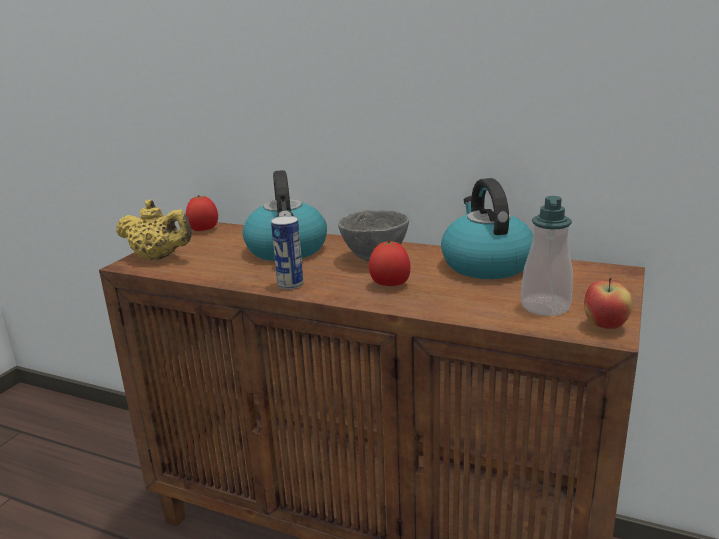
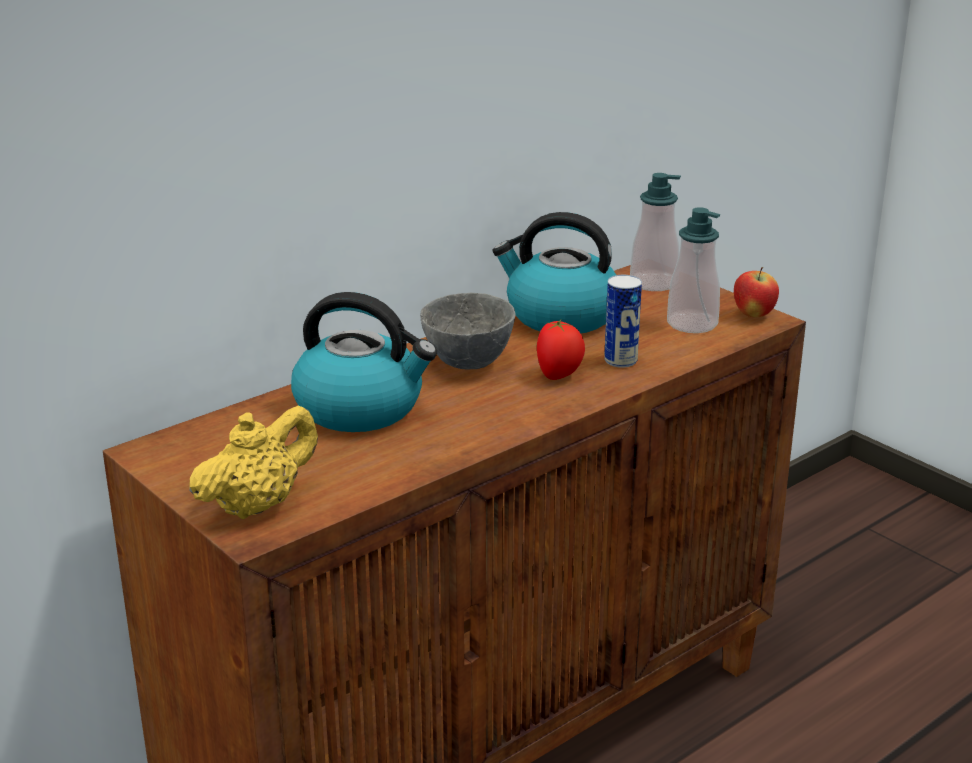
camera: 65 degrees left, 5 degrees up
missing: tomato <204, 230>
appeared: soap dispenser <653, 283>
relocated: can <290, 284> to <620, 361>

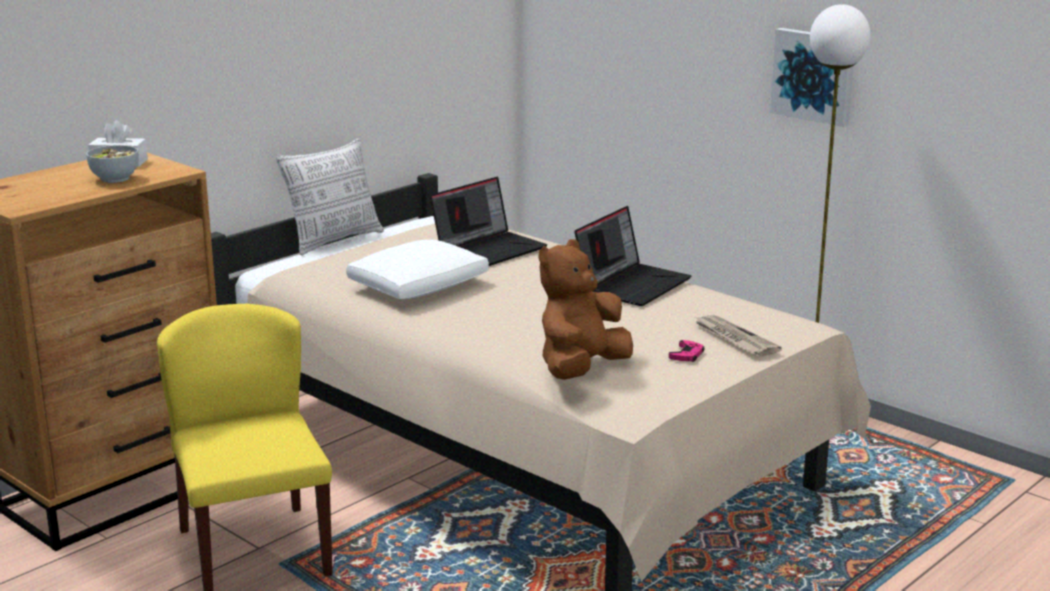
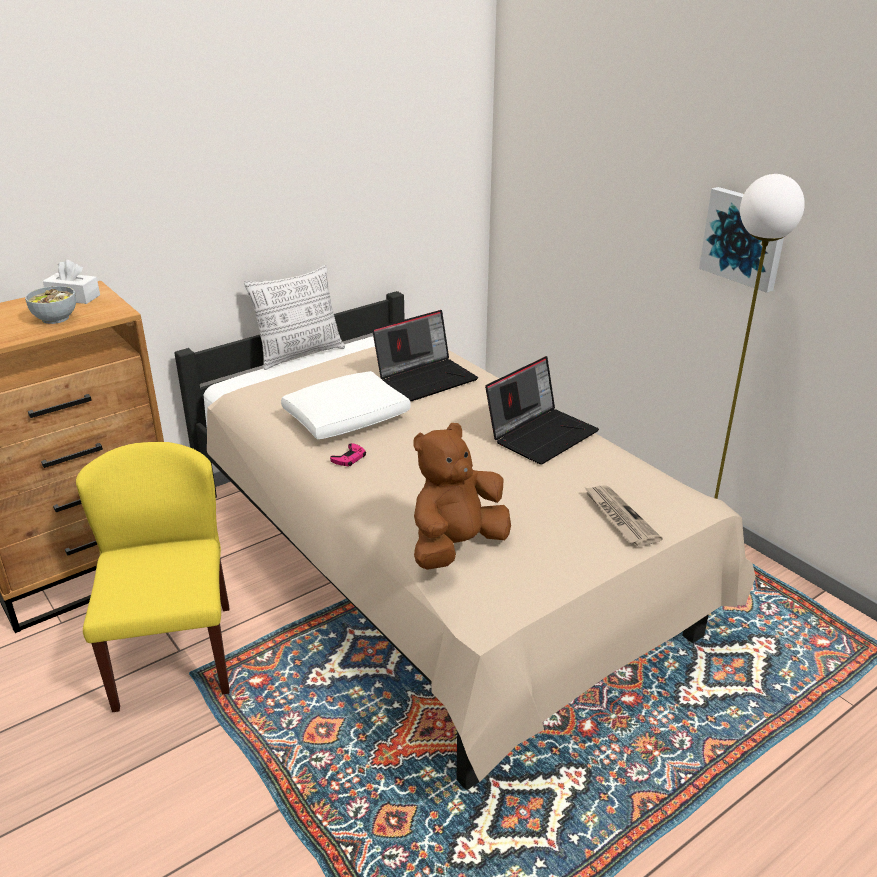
camera: 10 degrees right, 10 degrees up
relocated: game controller (pink) <687, 355> to <349, 458>

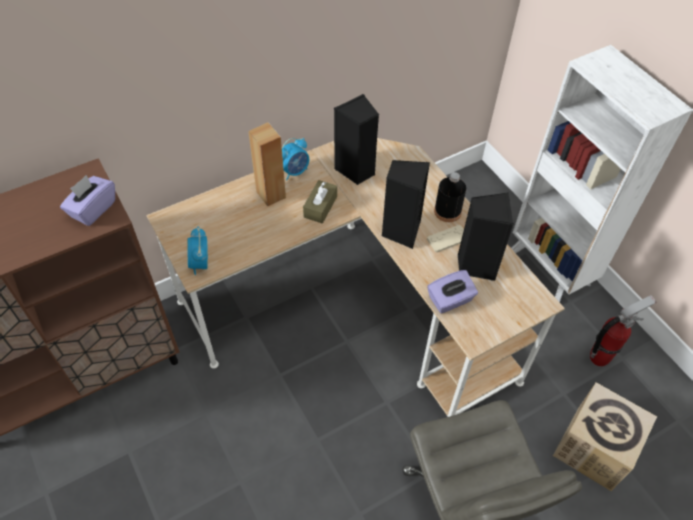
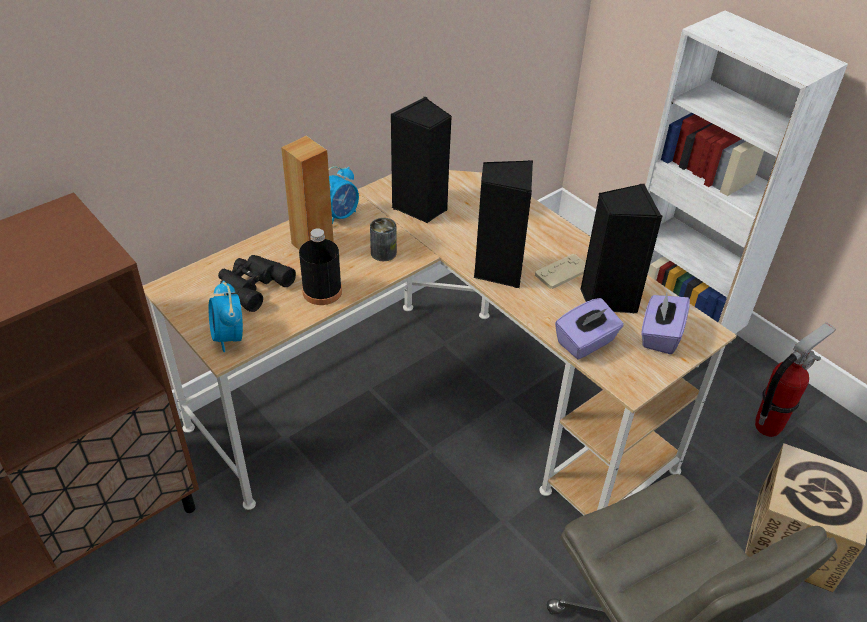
camera: 10 degrees left, 10 degrees down
appeared: binoculars (black) <251, 285>
relocated: bottle (black) <447, 211> to <322, 291>; tissue box (purple) <93, 209> to <660, 335>
exchanged: tissue box (brown) <320, 207> to can <383, 253>

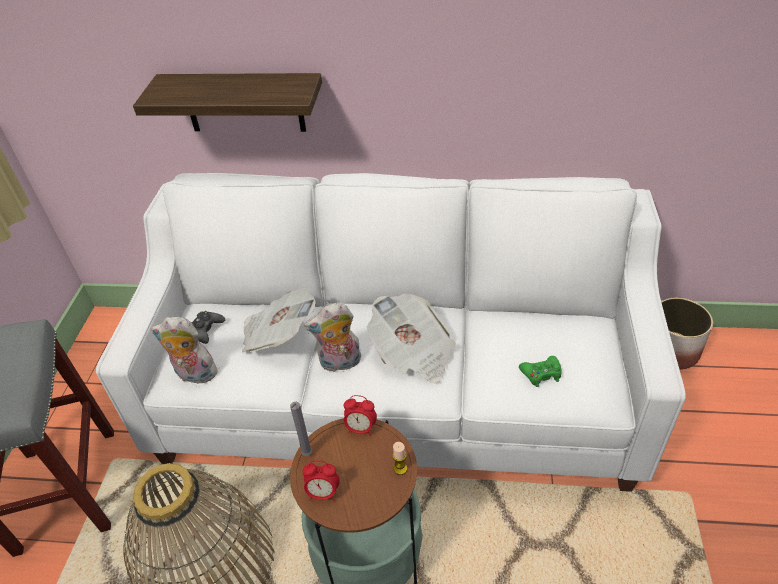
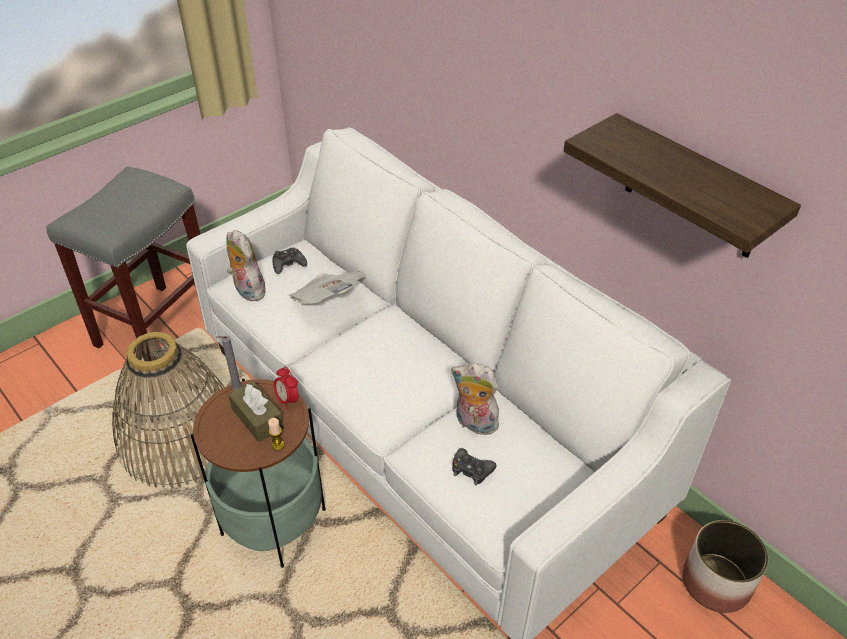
camera: 40 degrees right, 0 degrees up
missing: newspaper <413, 353>; alarm clock <323, 493>
appeared: tissue box (brown) <257, 418>
relocated: shelf <244, 102> to <693, 189>; plush toy <340, 363> to <474, 424>
colour: game controller (green) <541, 374> to game controller (black) <471, 470>

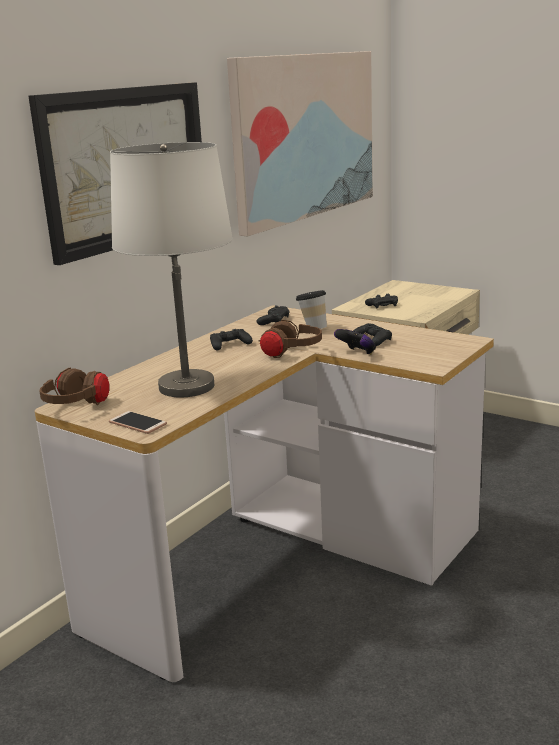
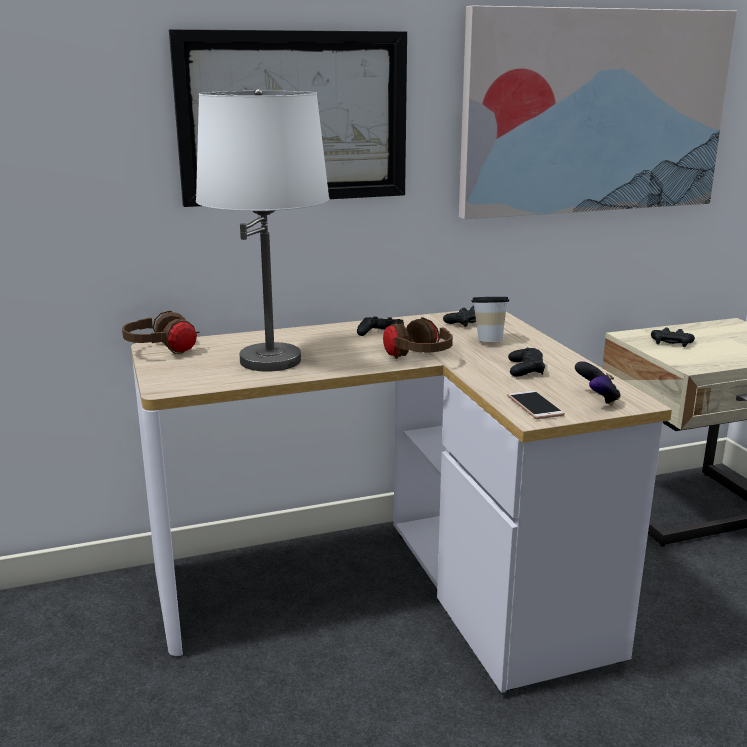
camera: 35 degrees right, 0 degrees up
relocated: game controller <357, 354> to <597, 399>; phone <137, 423> to <535, 406>

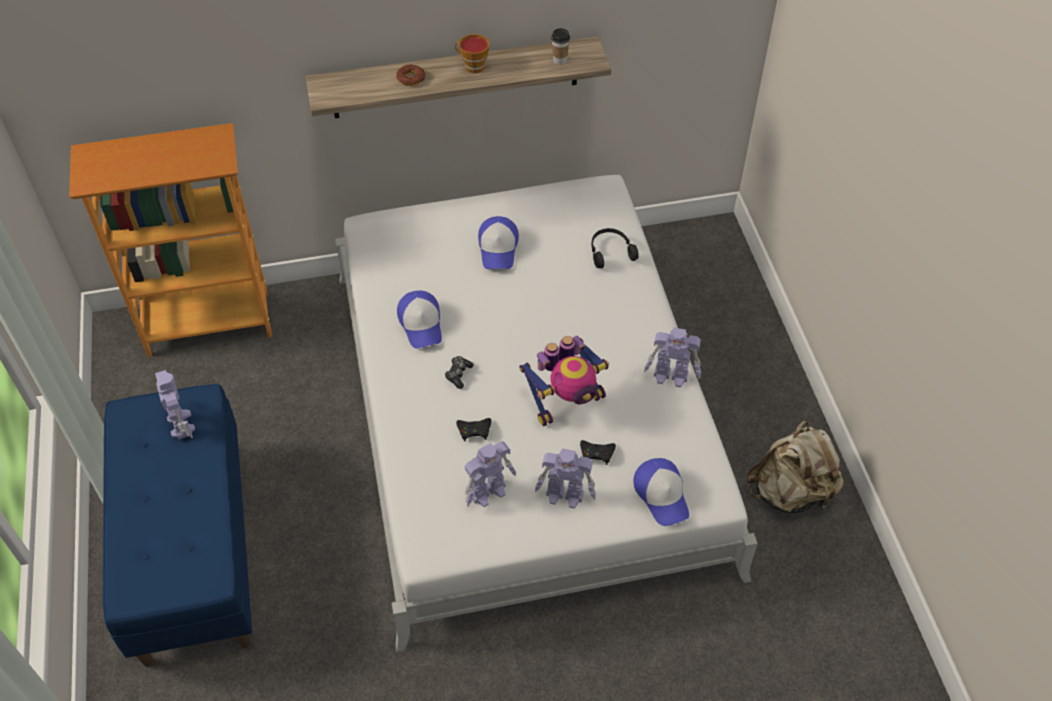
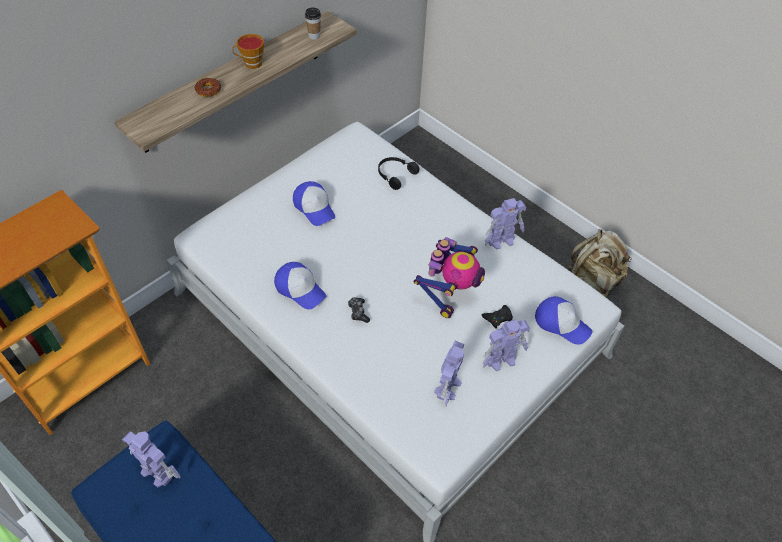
camera: 35 degrees left, 0 degrees up
missing: game controller (black) <474, 430>

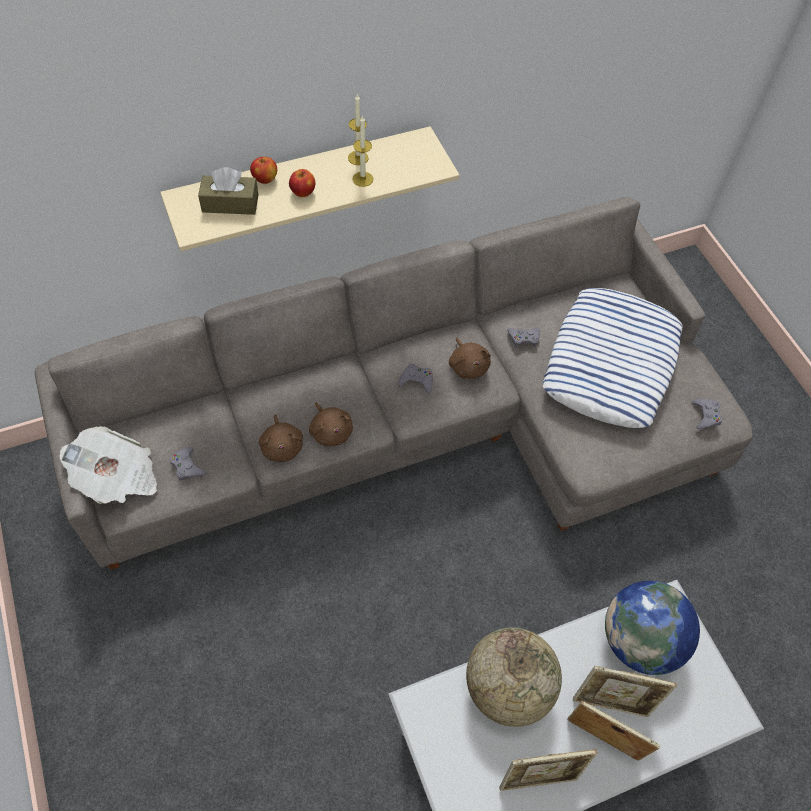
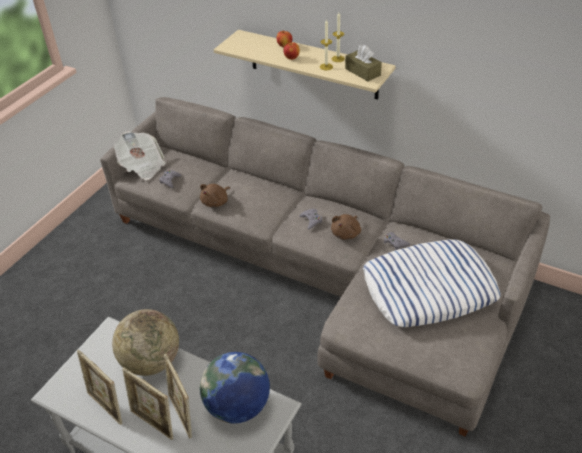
camera: 55 degrees right, 15 degrees down
missing: game controller (grey) <706, 415>; plush toy (brown) <331, 431>
relocated: tissue box (brown) <230, 203> to <362, 72>
spun: picture frame <600, 741> = <154, 423> 135 degrees clockwise

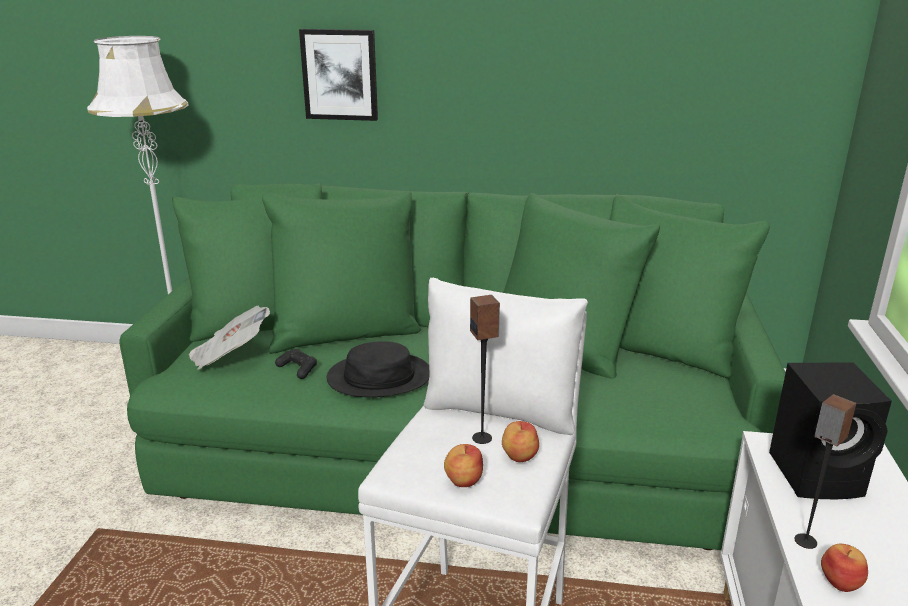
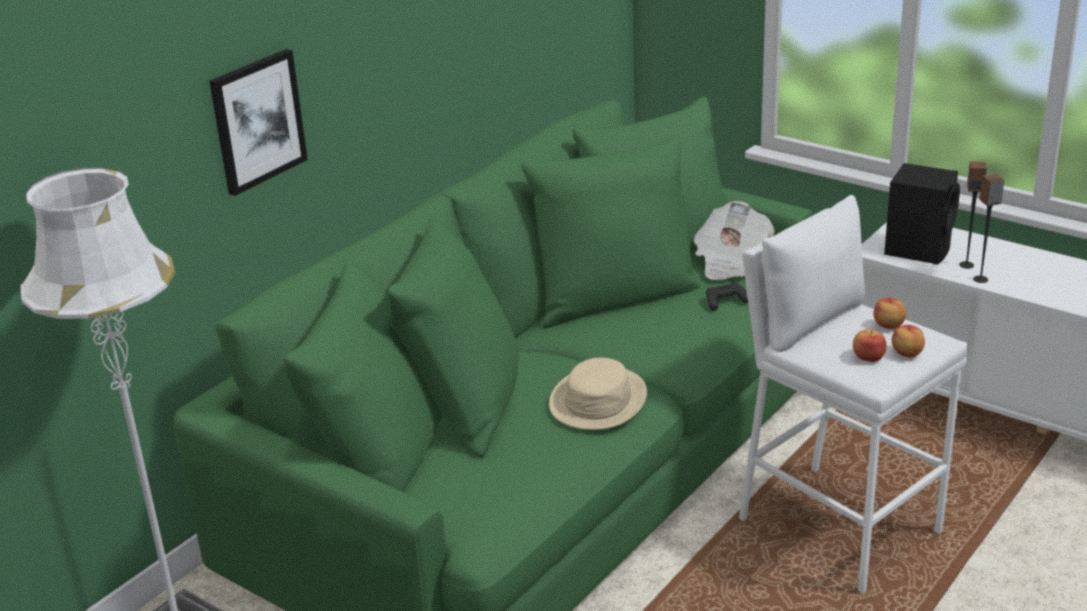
camera: 60 degrees left, 5 degrees up
relocated: speaker <482, 438> to <966, 265>; newspaper <230, 356> to <730, 262>; game controller (black) <298, 369> to <726, 302>; apple <841, 581> to <868, 357>
colour: hat (black) <379, 377> to hat (beige) <597, 400>

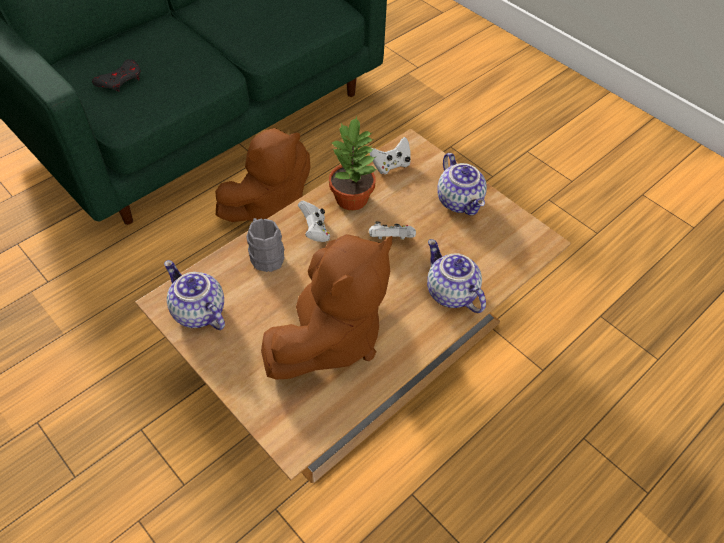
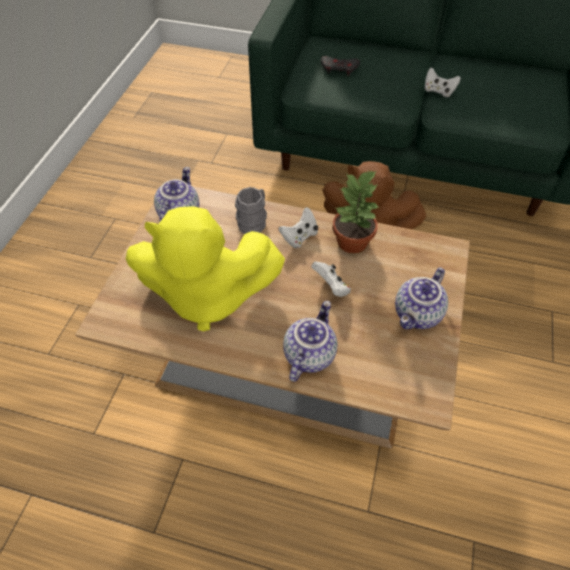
camera: 60 degrees right, 0 degrees up
relocated: game controller (white) <391, 165> to <438, 91>
colour: plush toy (brown) <330, 337> to plush toy (yellow) <207, 296>

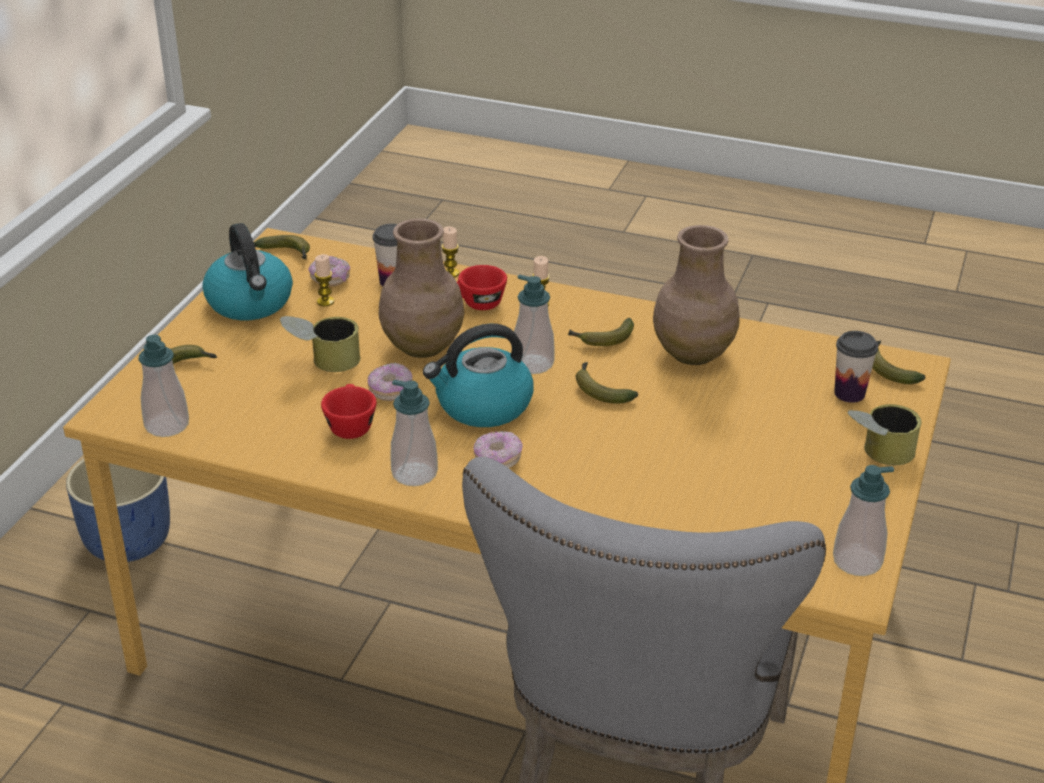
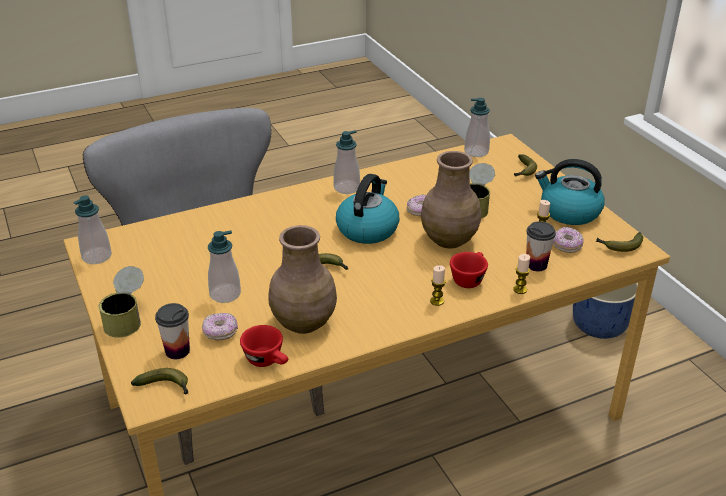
camera: 135 degrees right, 0 degrees up
missing: banana <602, 339>
relocated: soap dispenser <533, 364> to <225, 294>; cup (red) <349, 425> to <268, 361>; donut <497, 460> to <220, 333>

